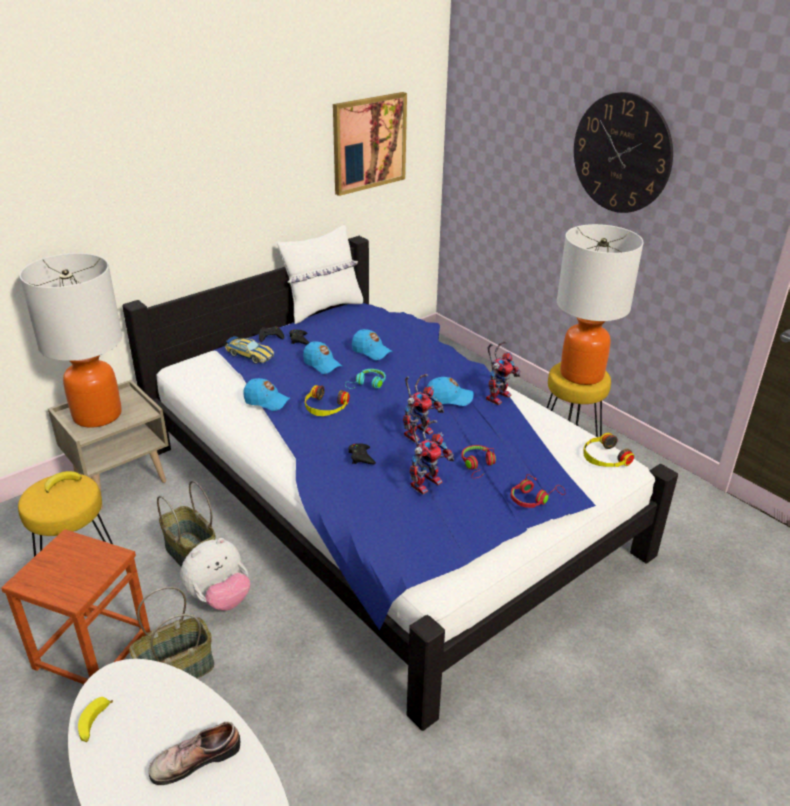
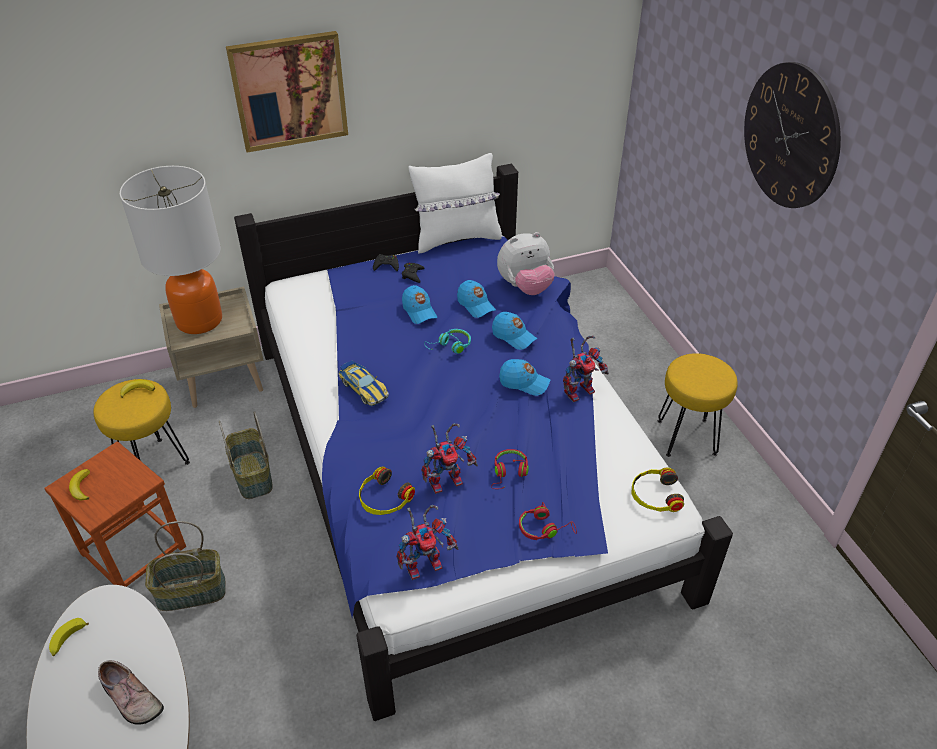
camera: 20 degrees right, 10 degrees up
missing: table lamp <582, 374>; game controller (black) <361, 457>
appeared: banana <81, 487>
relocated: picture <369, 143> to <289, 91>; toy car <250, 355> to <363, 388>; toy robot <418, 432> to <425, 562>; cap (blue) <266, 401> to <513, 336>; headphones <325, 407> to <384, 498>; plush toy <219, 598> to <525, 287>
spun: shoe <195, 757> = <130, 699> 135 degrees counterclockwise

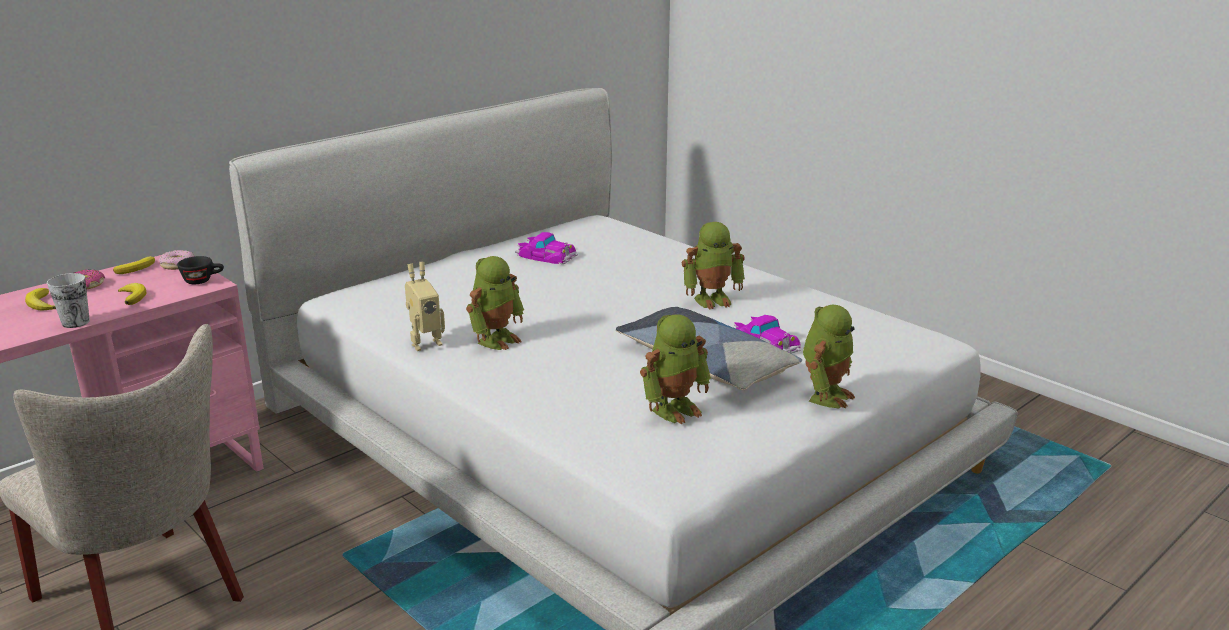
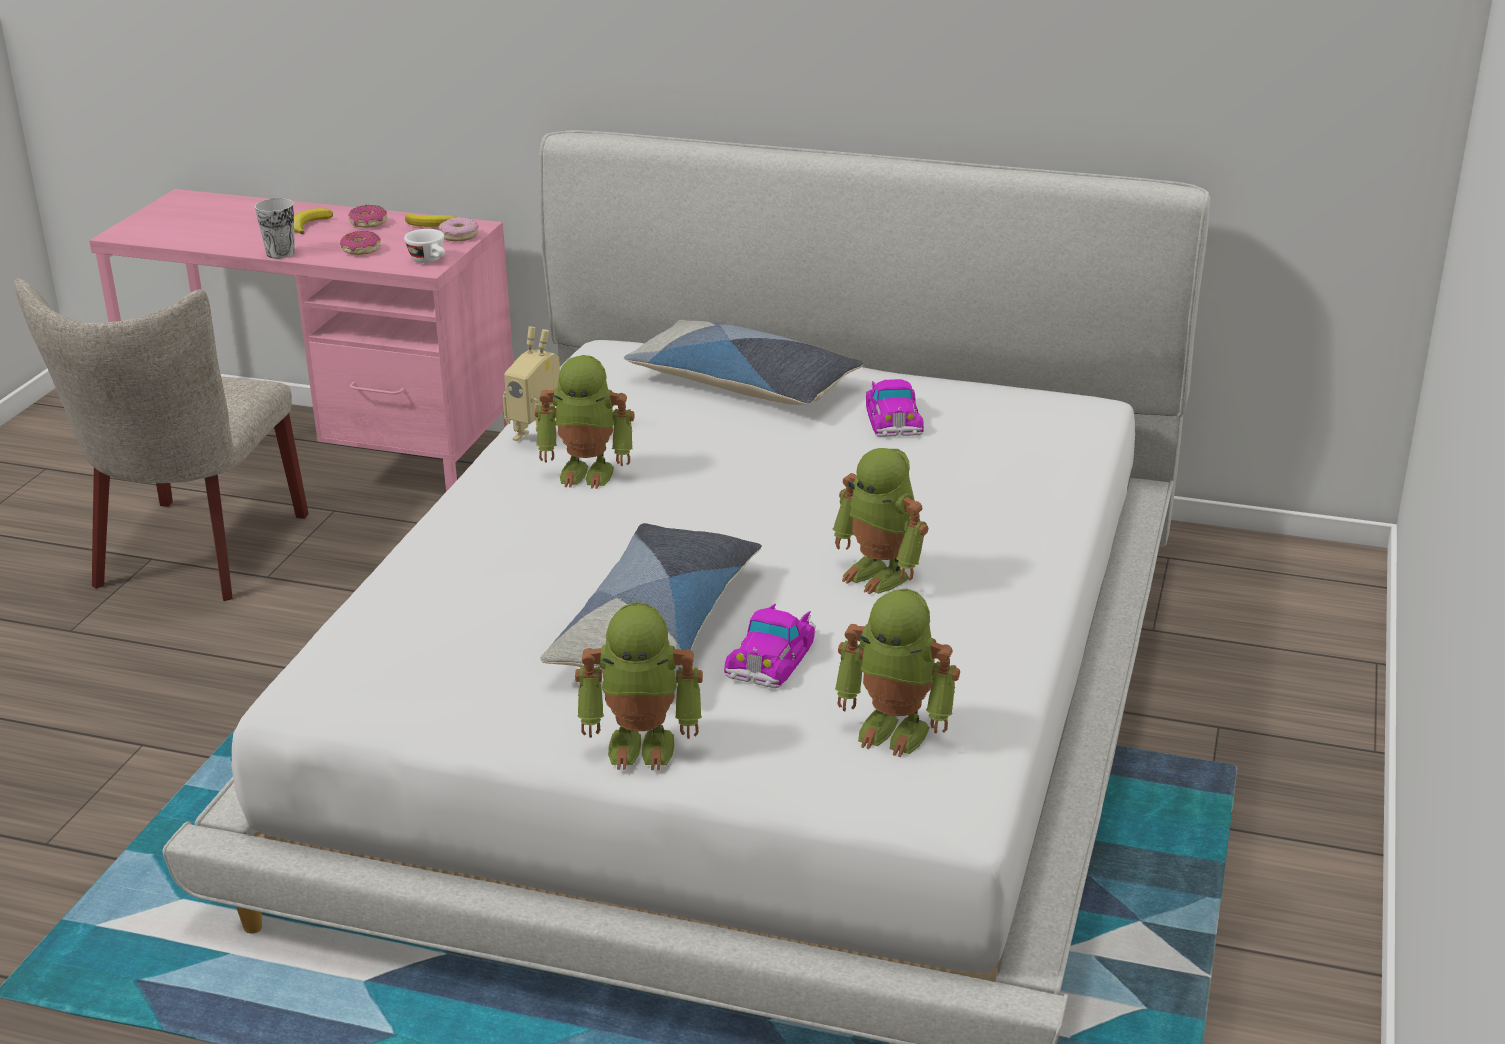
camera: 60 degrees right, 5 degrees up
appeared: pillow <743, 384>
relocated: toy robot <674, 408> to <896, 729>
exchanged: banana <133, 296> to donut <361, 250>
colour: cup (black) <203, 280> to cup (white) <430, 261>

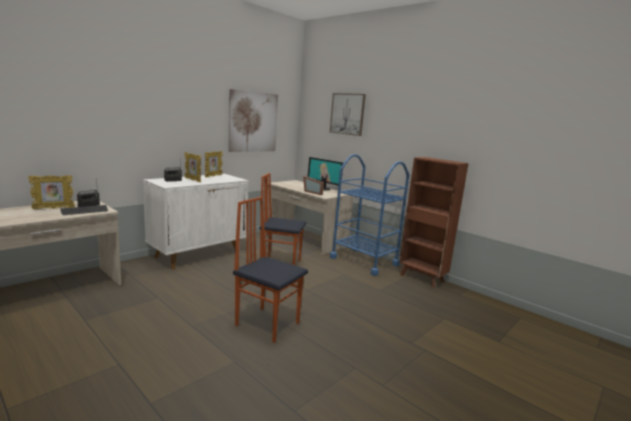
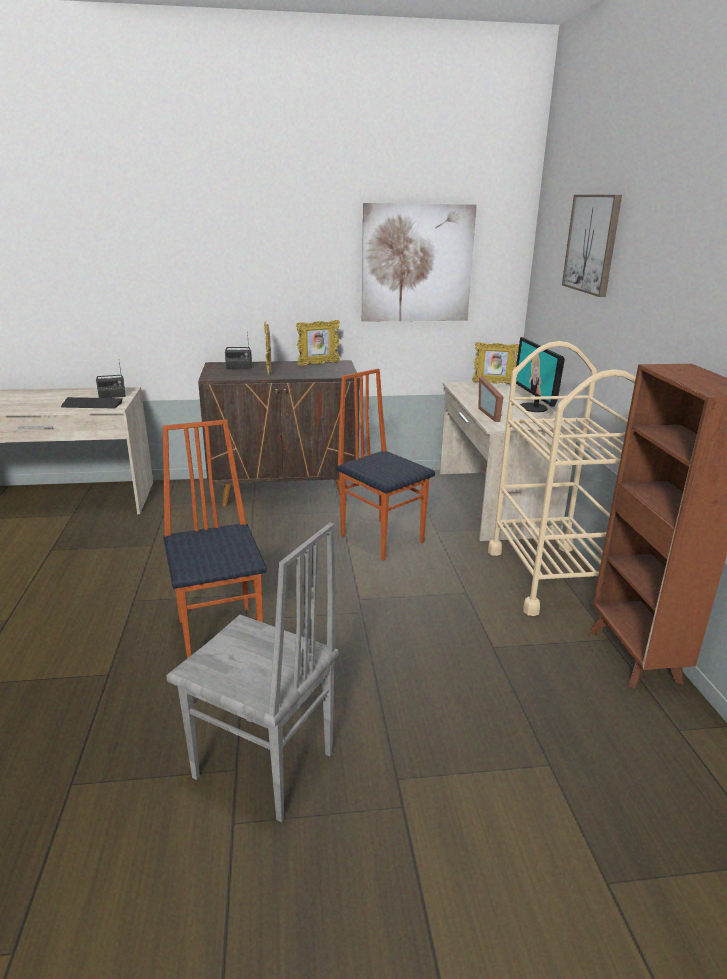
camera: 40 degrees right, 10 degrees up
appeared: chair (grey) <263, 767>
relocated: picture frame <54, 208> to <493, 383>
colour: cart (blue) <364, 261> to cart (beige) <549, 577>; cabinet (white) <199, 254> to cabinet (brown) <285, 491>

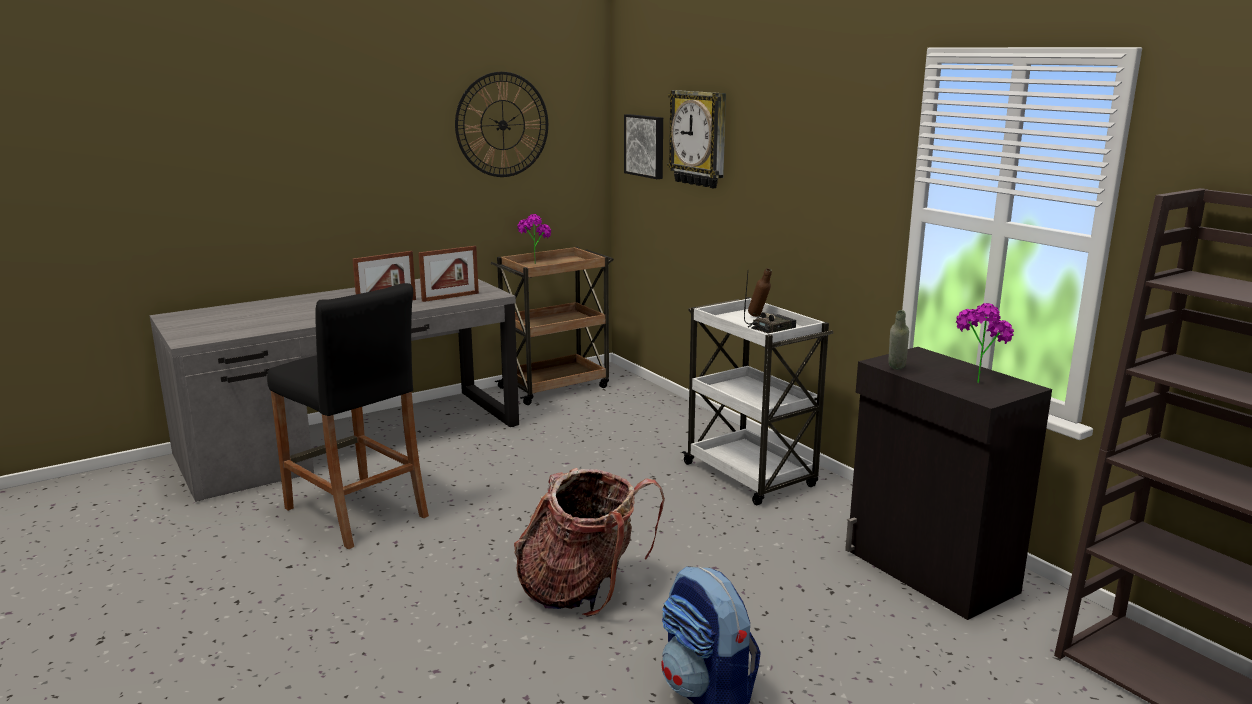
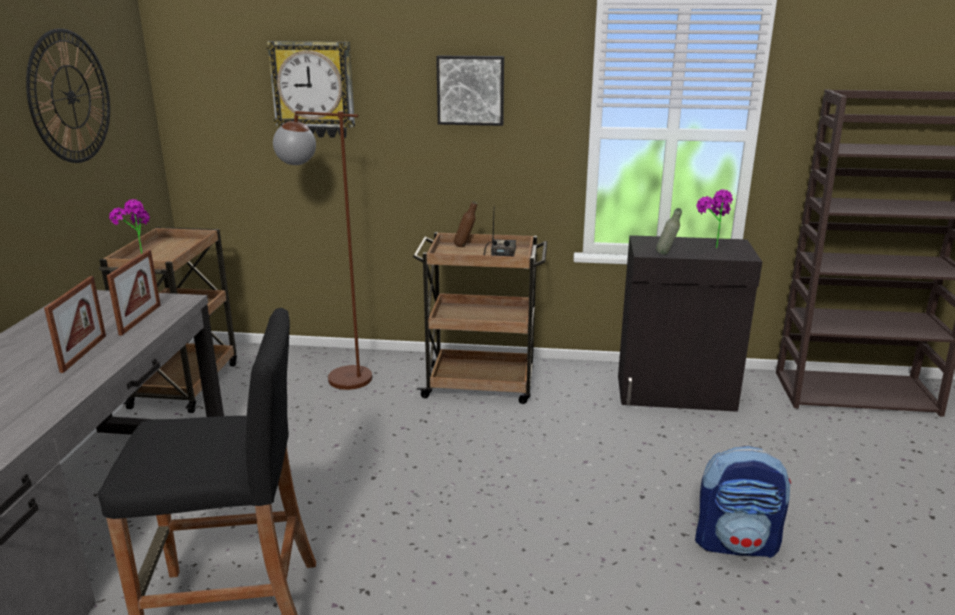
camera: 50 degrees left, 5 degrees up
missing: backpack <583, 590>
appeared: floor lamp (brown) <335, 377>
relocated: picture <646, 146> to <470, 90>
colour: cart (white) <751, 476> to cart (brown) <481, 385>

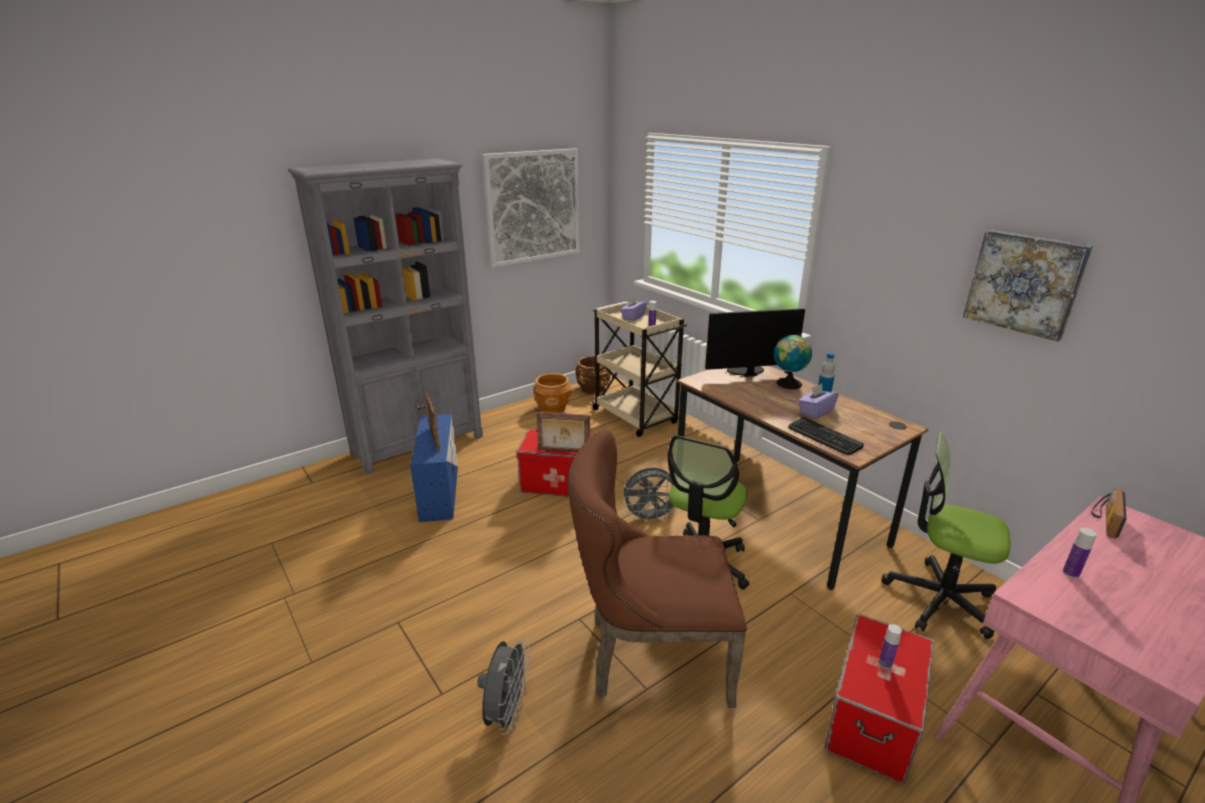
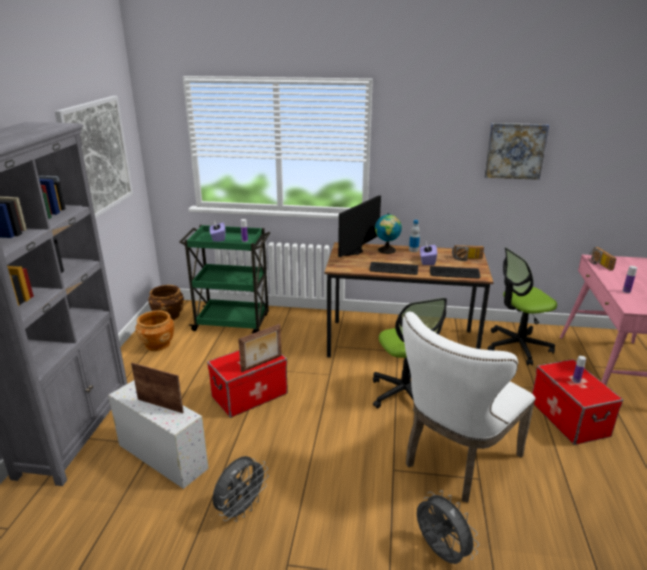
camera: 45 degrees left, 0 degrees up
appeared: radio <467, 259>; keyboard <393, 269>
relocated: fan (grey) <650, 517> to <241, 509>
colour: cart (beige) <635, 417> to cart (green) <233, 323>; storage box (blue) <439, 491> to storage box (white) <161, 456>; chair (brown) <649, 657> to chair (white) <456, 462>

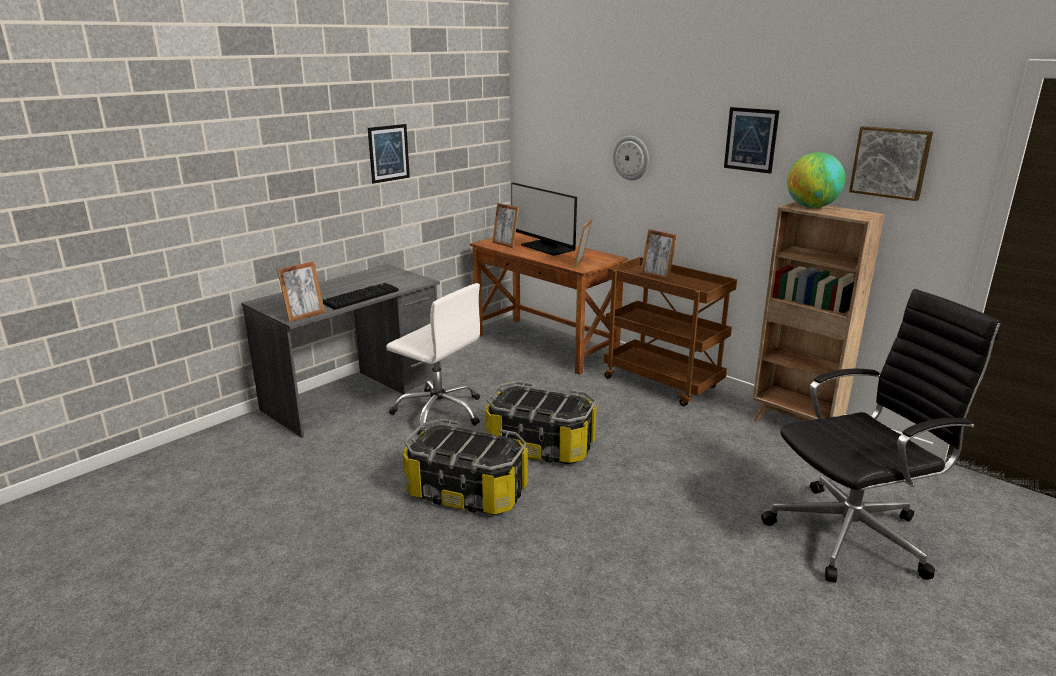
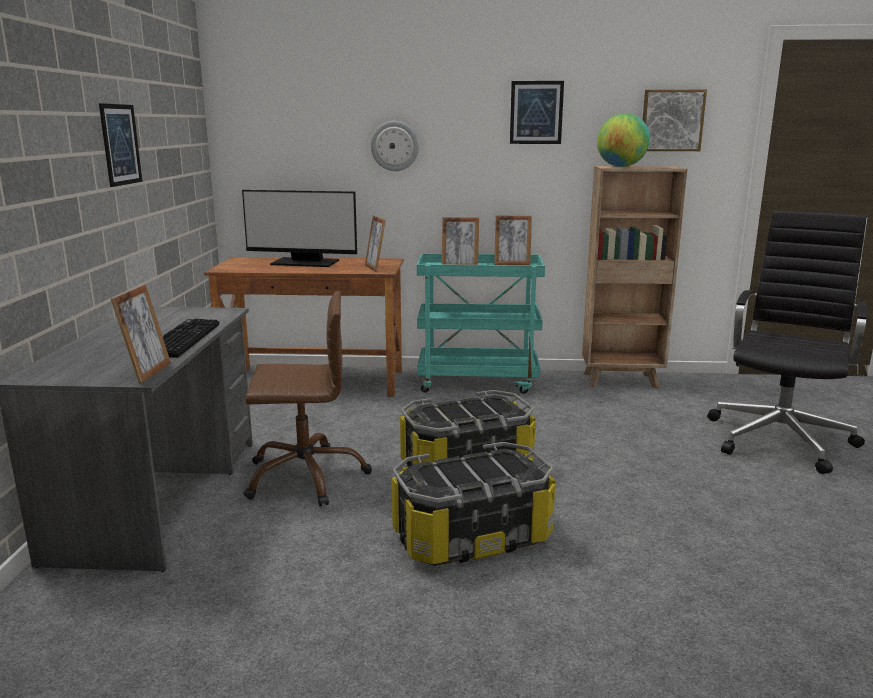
camera: 40 degrees left, 5 degrees down
relocated: picture frame <505, 244> to <512, 264>
colour: cart (brown) <663, 383> to cart (turquoise) <478, 382>; office chair (white) <439, 412> to office chair (brown) <305, 476>

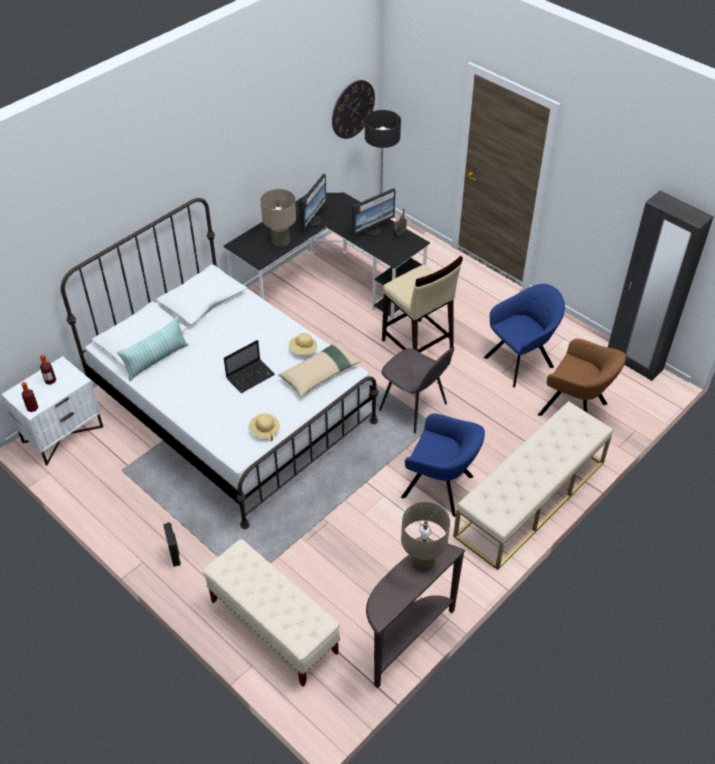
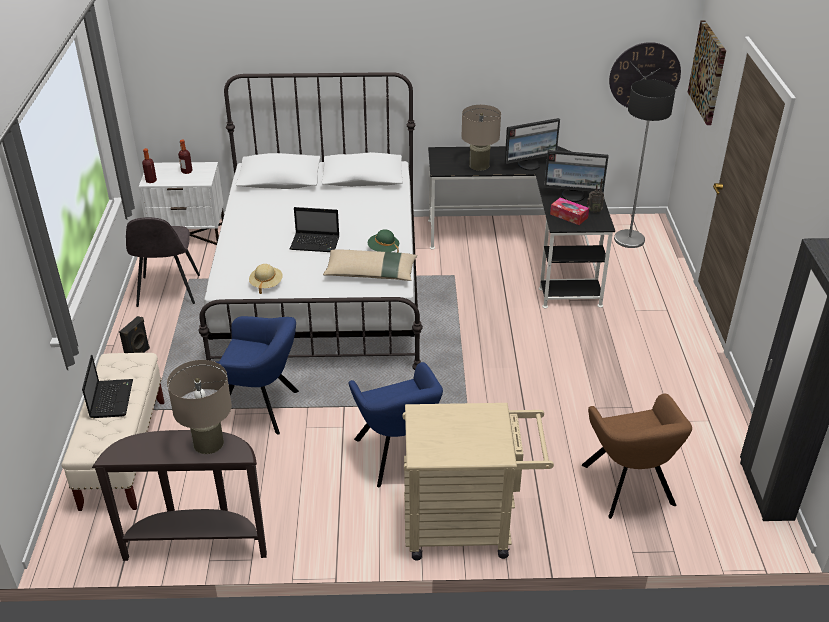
camera: 45 degrees right, 10 degrees down
missing: stool (beige) <417, 345>; pillow <156, 360>
appeared: picture <708, 72>; tissue box <569, 216>; laptop <111, 398>
relocated: armchair (blue) <521, 361> to <261, 407>; chair (grey) <414, 408> to <168, 292>
exchanged: bench (beige) <530, 499> to cart (beige) <468, 526>
colour: hat (beige) <303, 350> to hat (green) <383, 250>

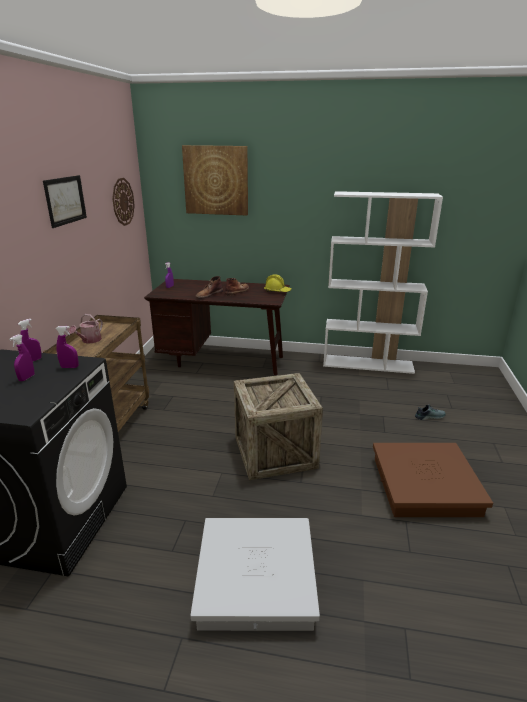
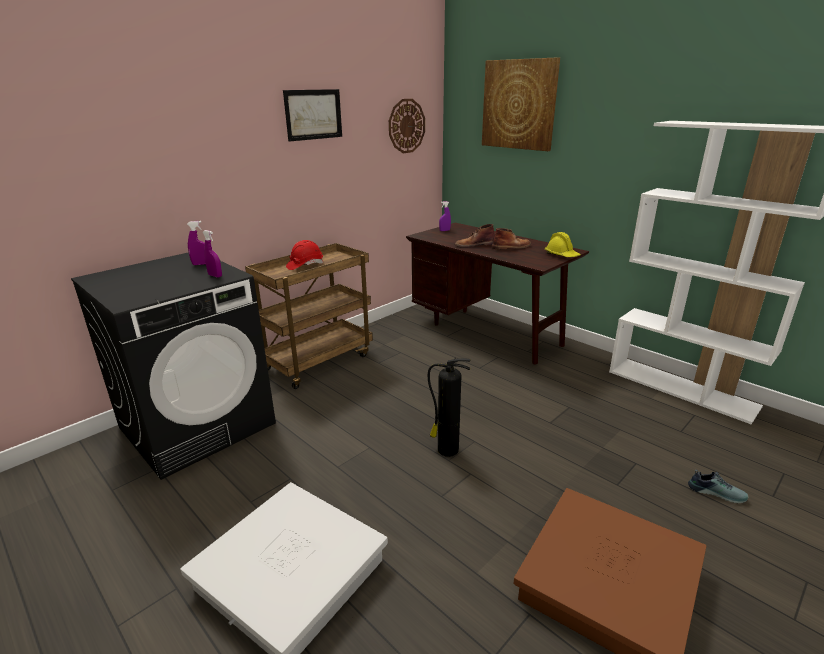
camera: 35 degrees right, 0 degrees up
missing: spray bottle (purple) <26, 378>
exchanged: watering can <89, 340> to hard hat (red) <305, 265>; crate <275, 452> to fire extinguisher <446, 449>

